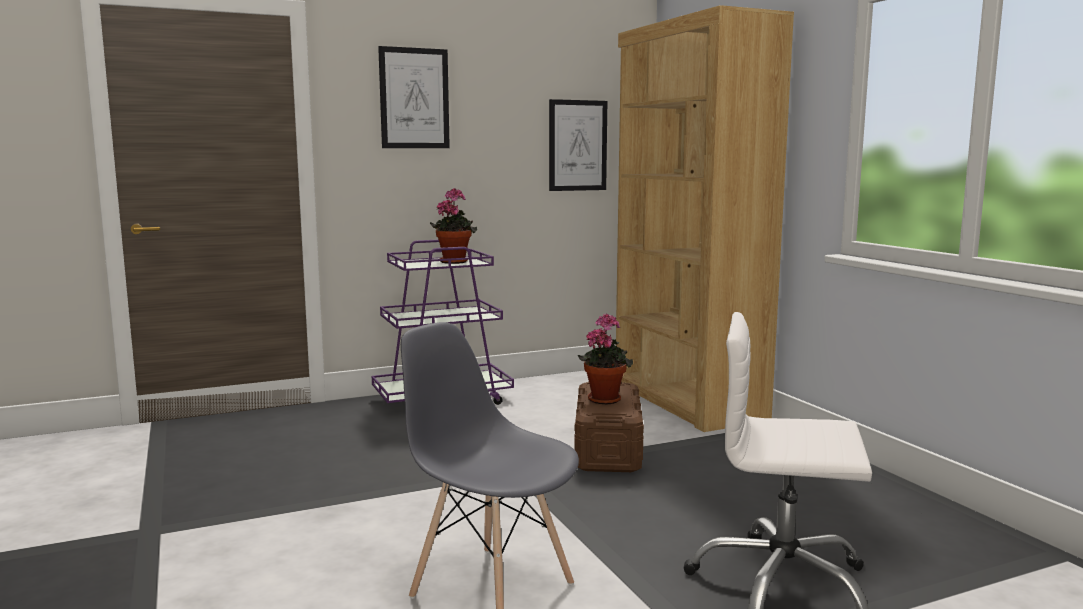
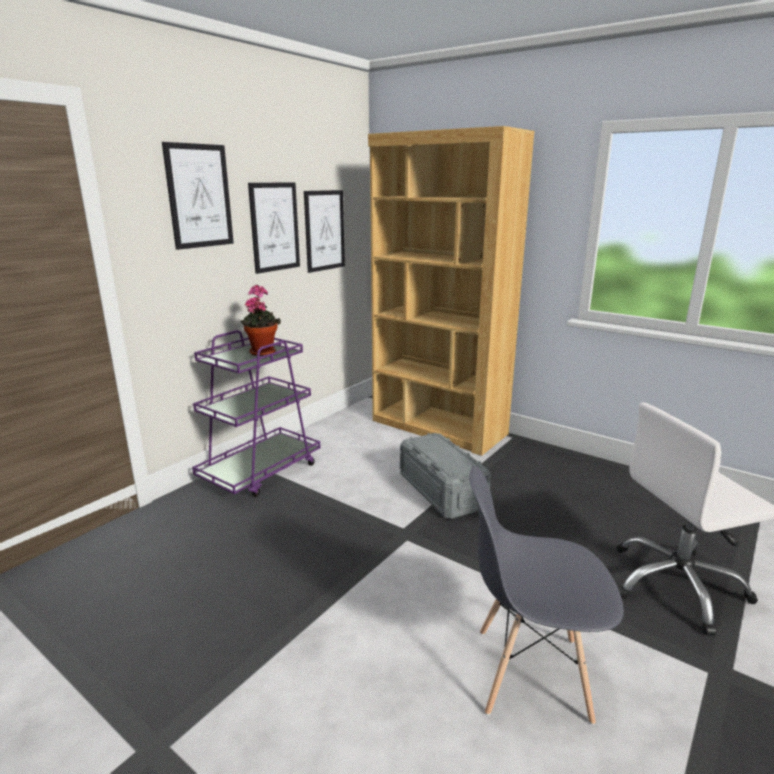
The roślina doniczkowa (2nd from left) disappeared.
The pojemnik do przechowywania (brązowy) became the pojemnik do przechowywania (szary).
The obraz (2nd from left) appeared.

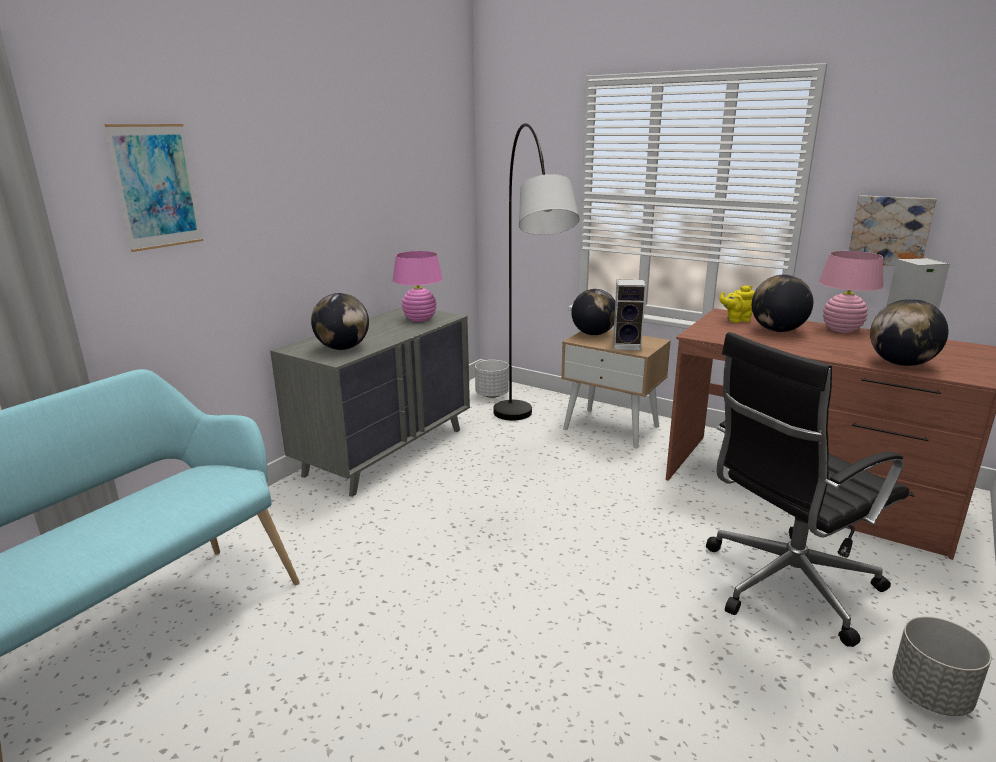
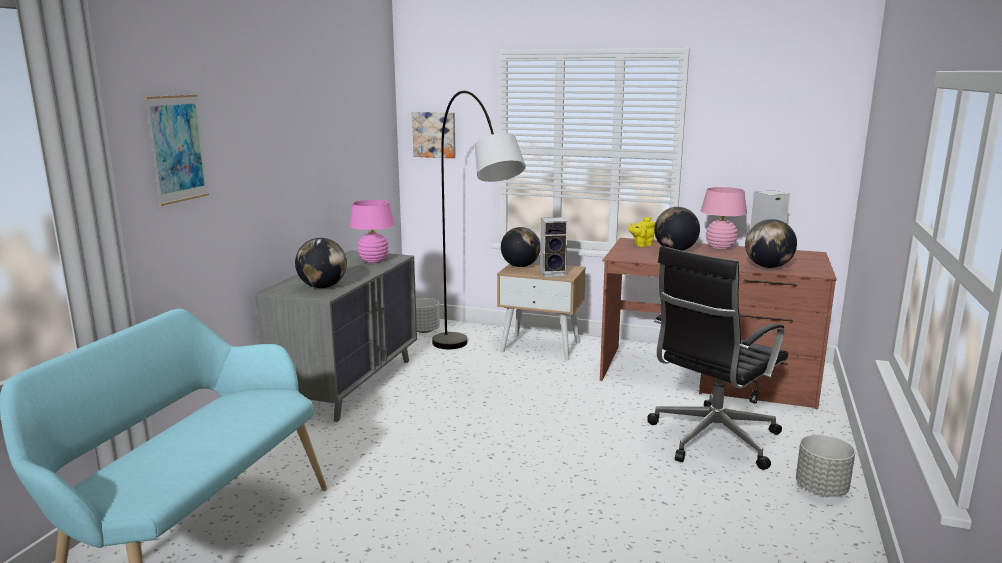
The obraz (2nd from left) moved.

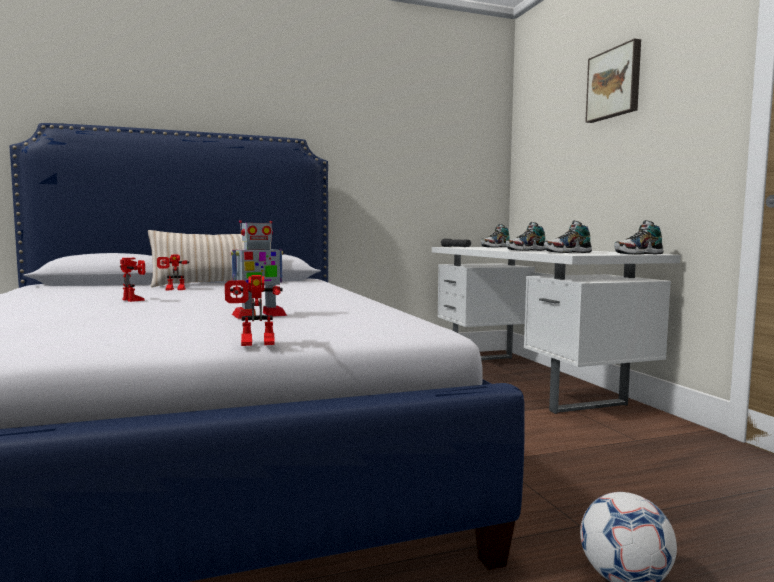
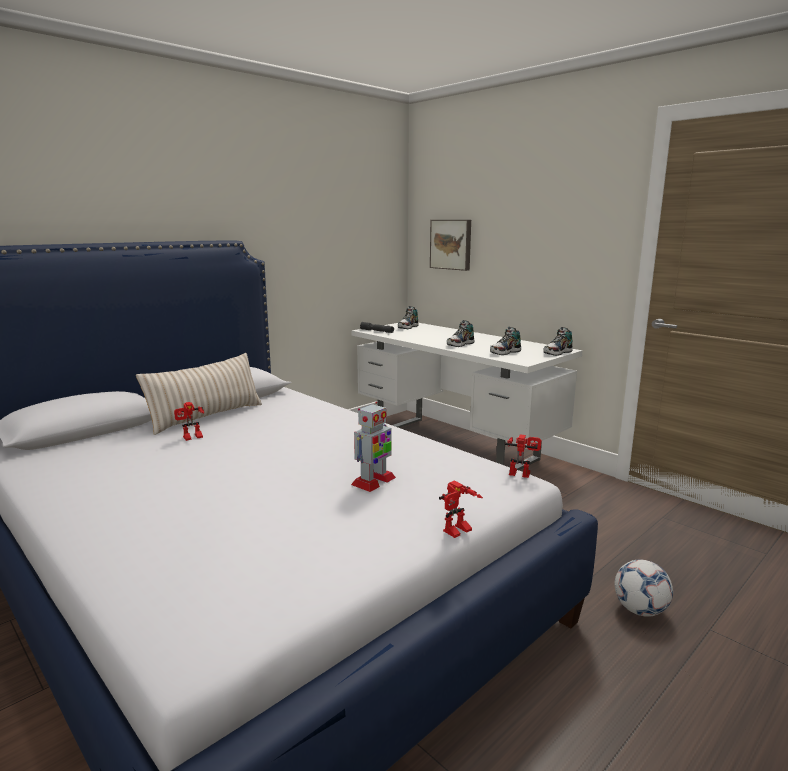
The obraz moved.
The robot zabawkowy (1st from left in the first image) moved.

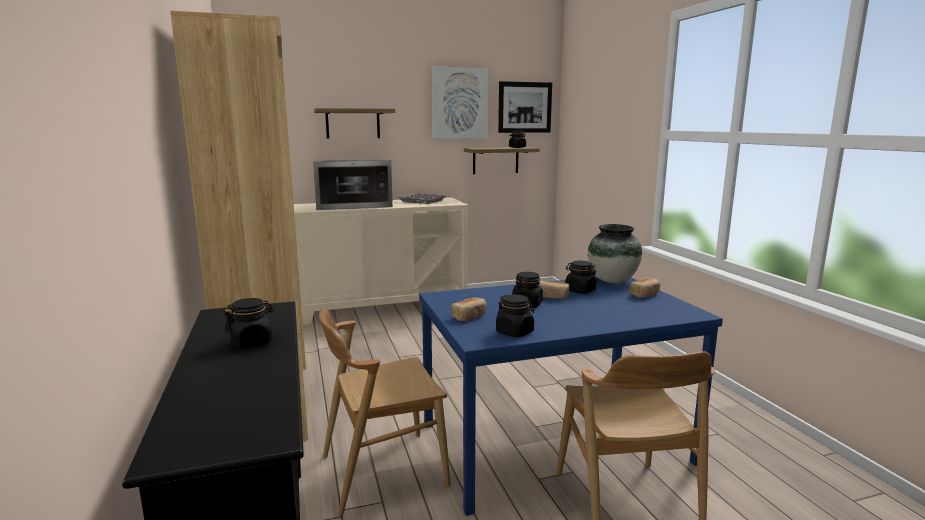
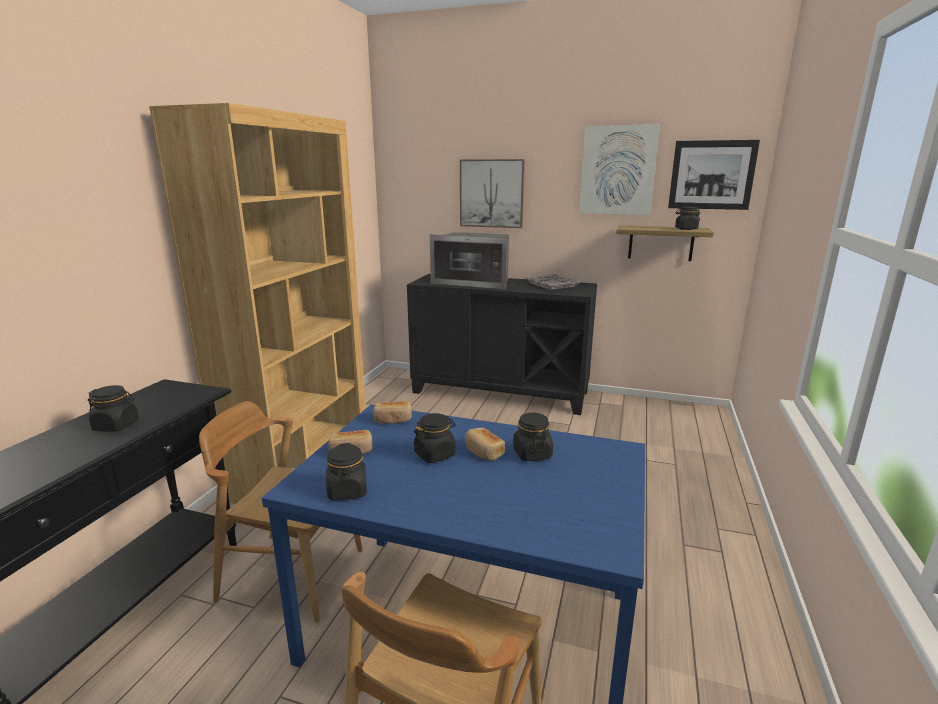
The półka (1st from left) was replaced by the obraz (1st from left).
The szafka (beżowy) became the szafka (czarny).
The wazon disappeared.
The chleb (3rd from left in the first image) moved.

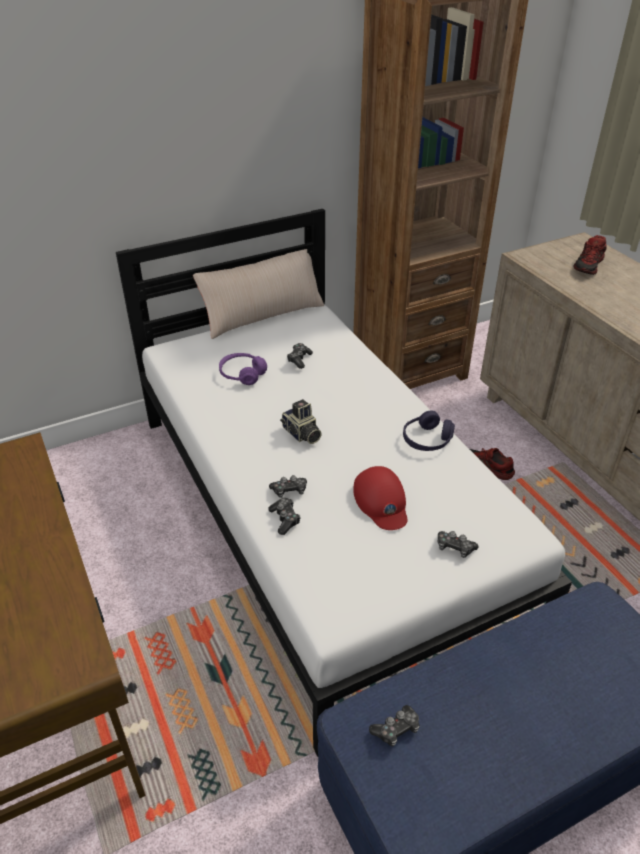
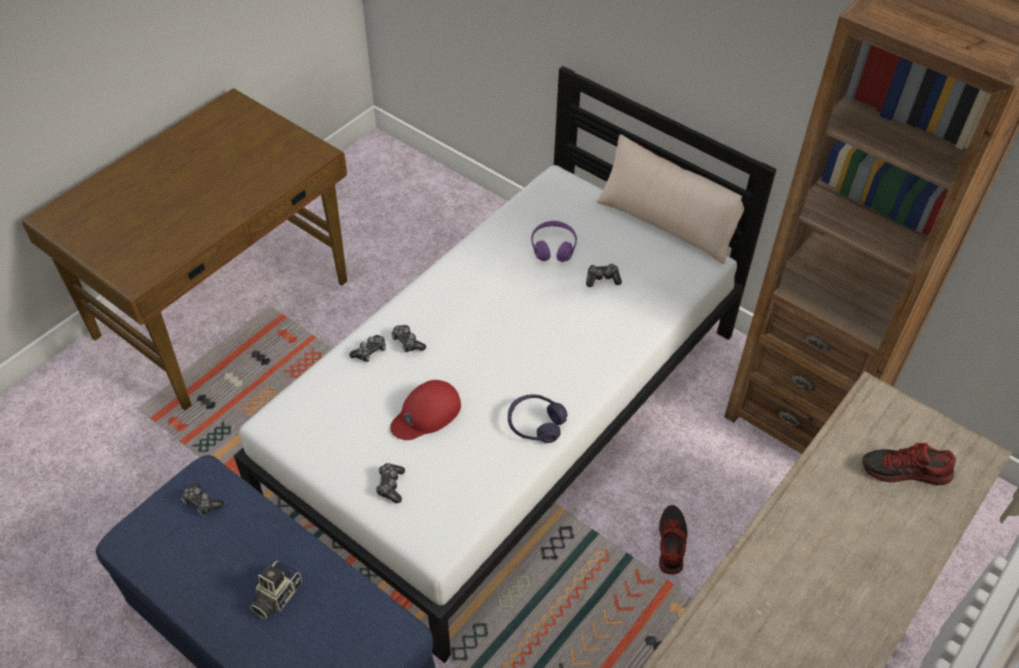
The aparat fotograficzny moved.

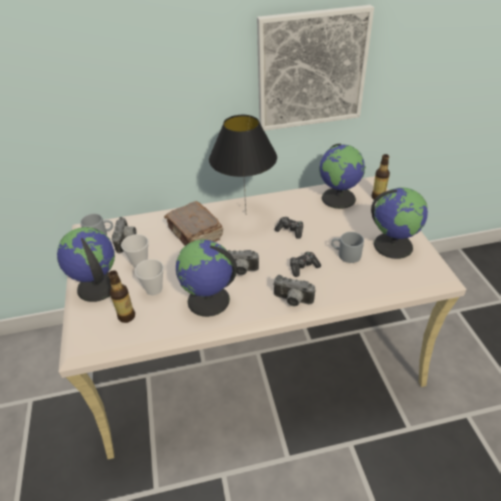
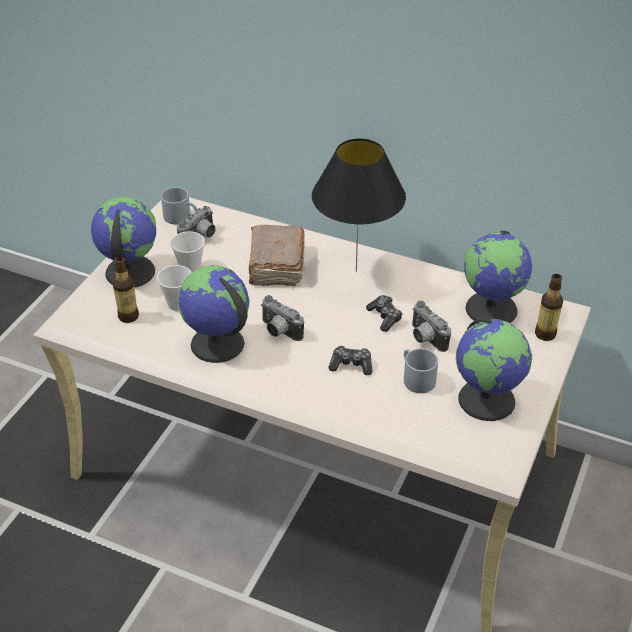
The obraz disappeared.
The aparat fotograficzny (3rd from left) moved.

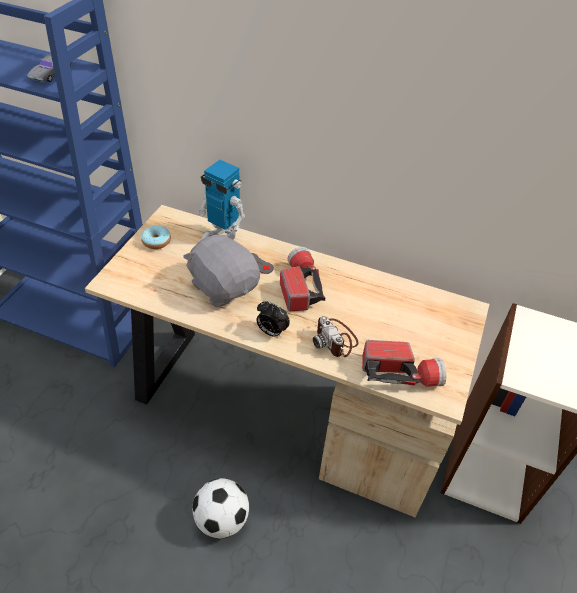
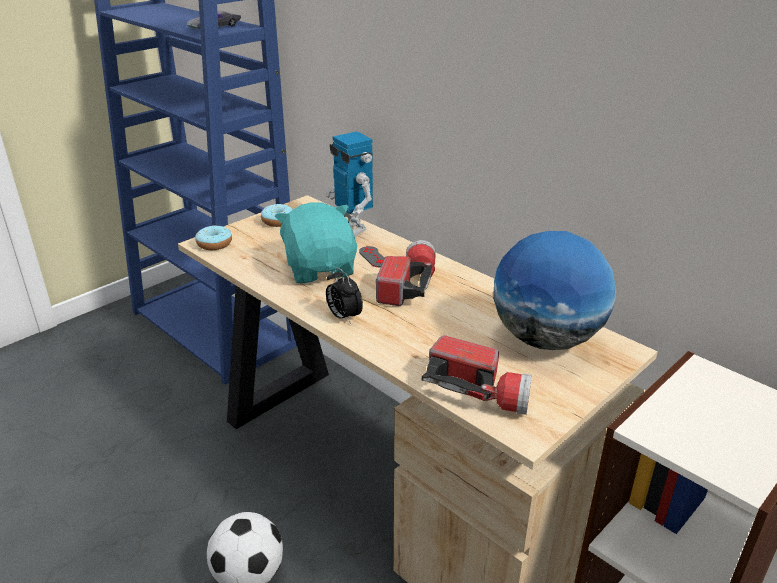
The pluszak (szary) became the pluszak (turkusowy).
The aparat fotograficzny disappeared.
The donut (1st from left) appeared.
The globus appeared.

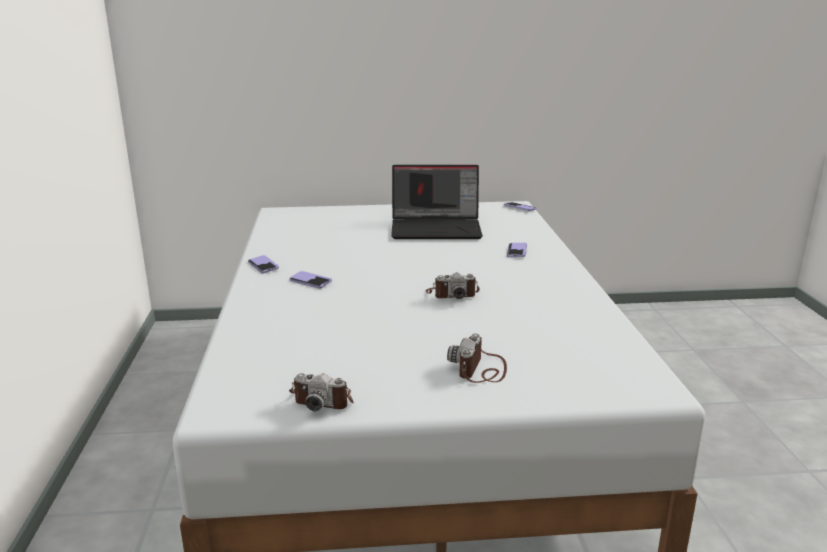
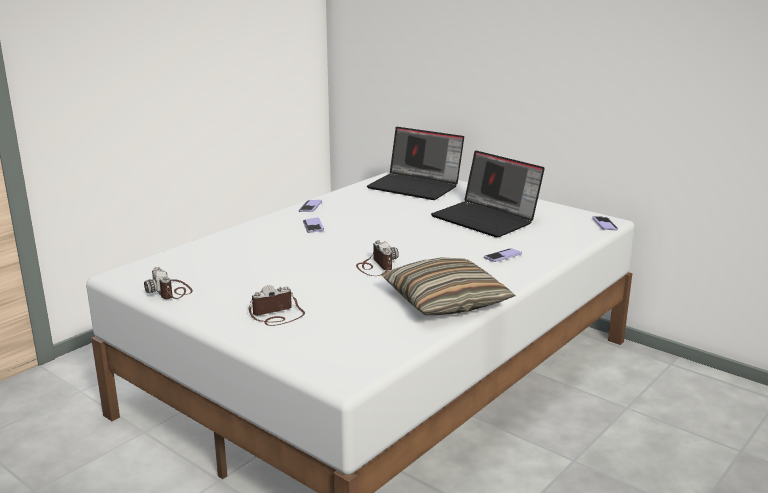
The aparat fotograficzny (2nd from left in the first image) turned 150 degrees counterclockwise.
The laptop (1st from left) appeared.
The poduszka appeared.

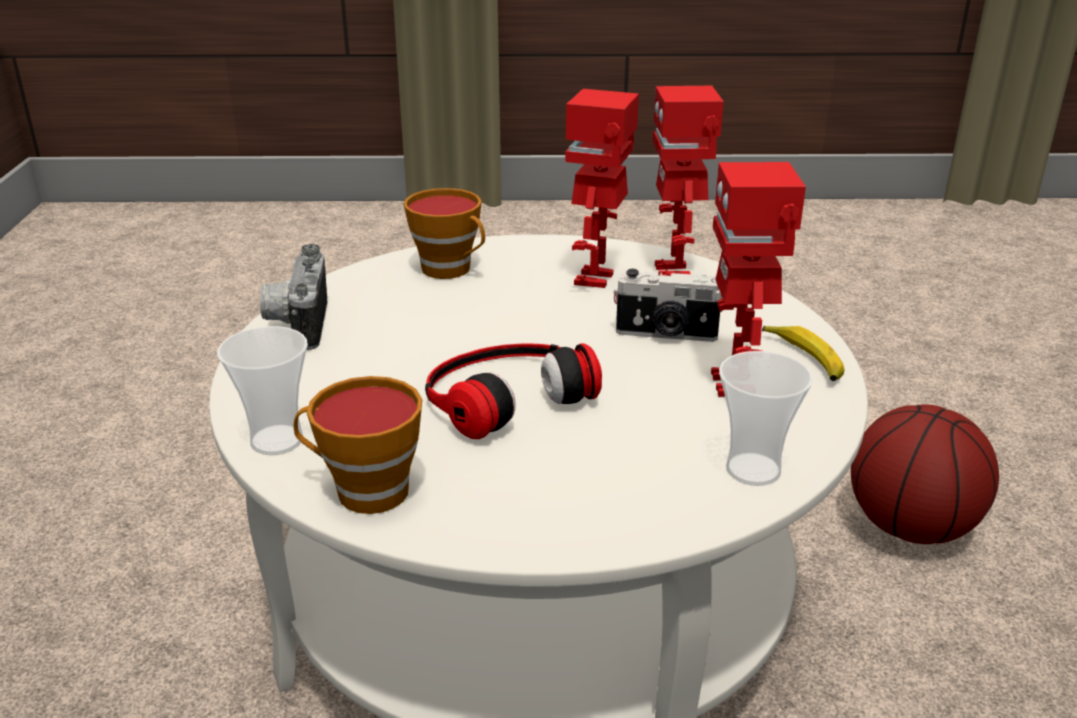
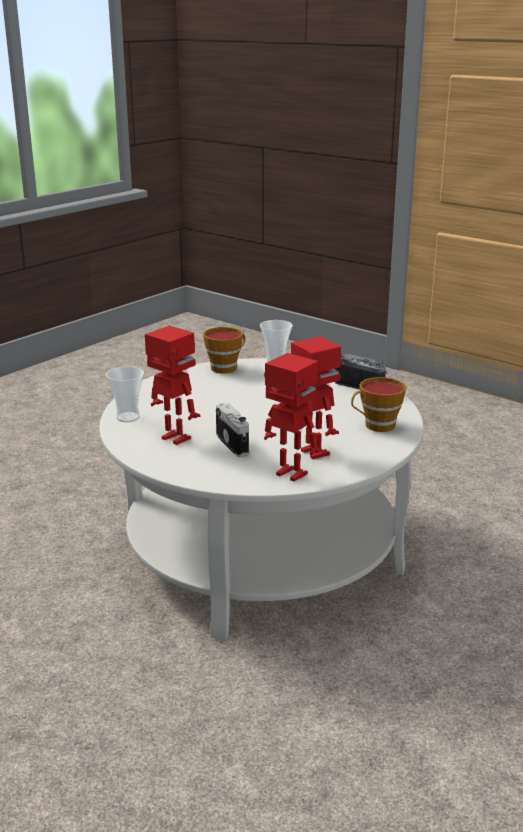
The aparat fotograficzny (2nd from left in the first image) turned 105 degrees clockwise.
The banan disappeared.
The słuchawki disappeared.
The piłka do koszykówki disappeared.

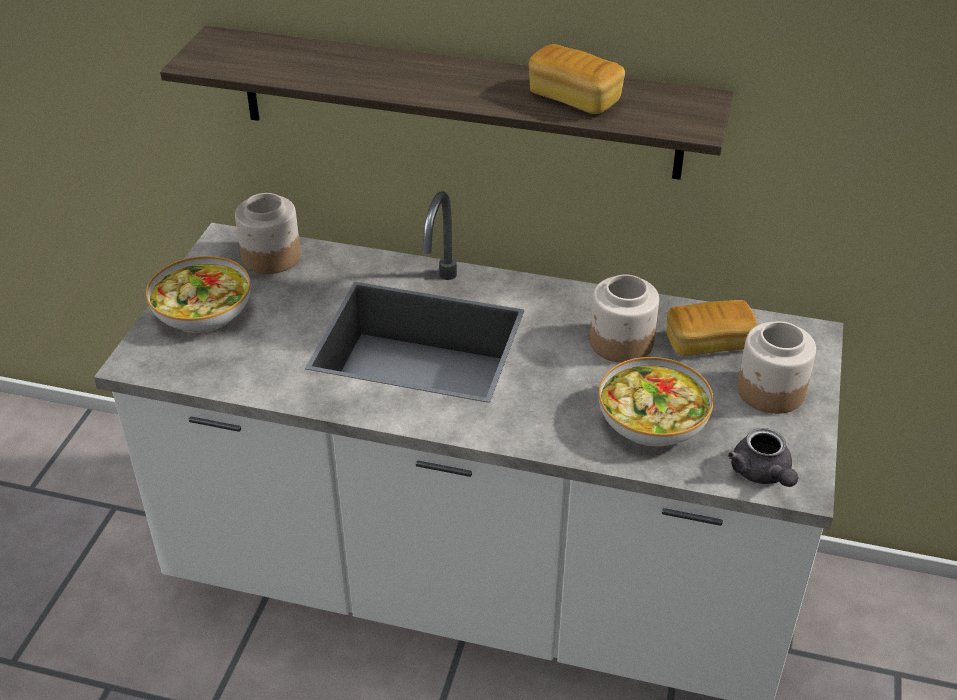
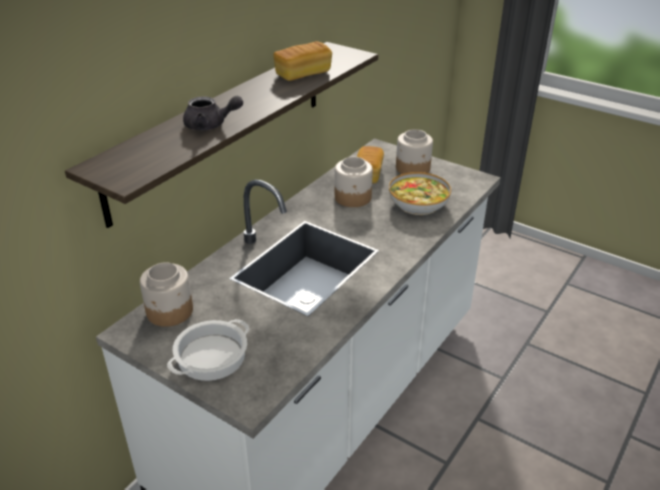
The miska (1st from left) was replaced by the garnek.
The imbryk (szary) moved.

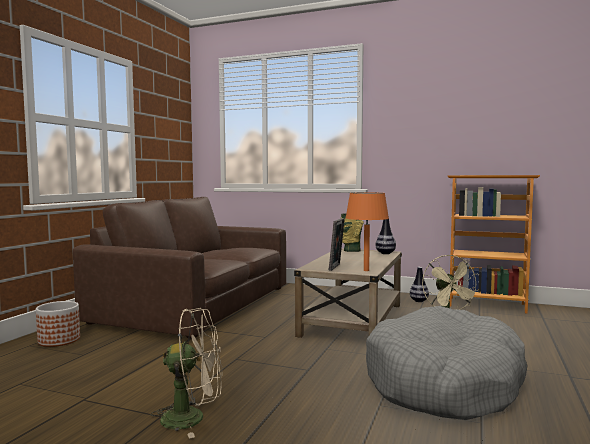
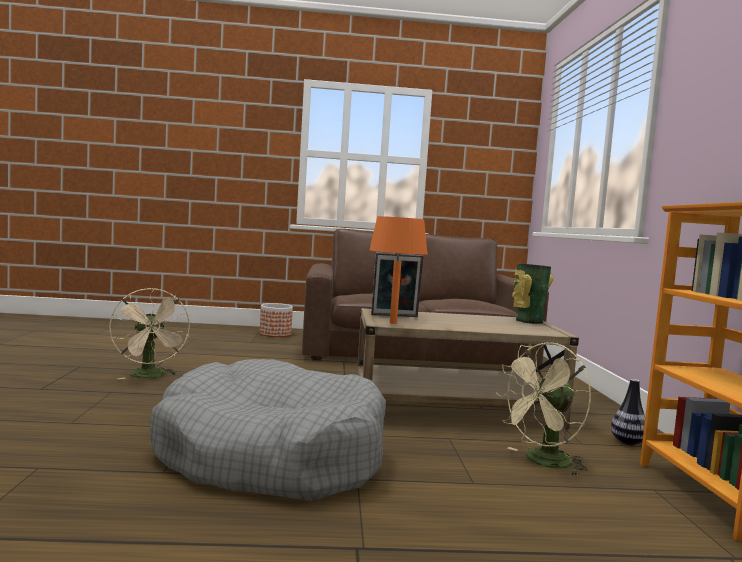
The wazon (2nd from left) disappeared.

